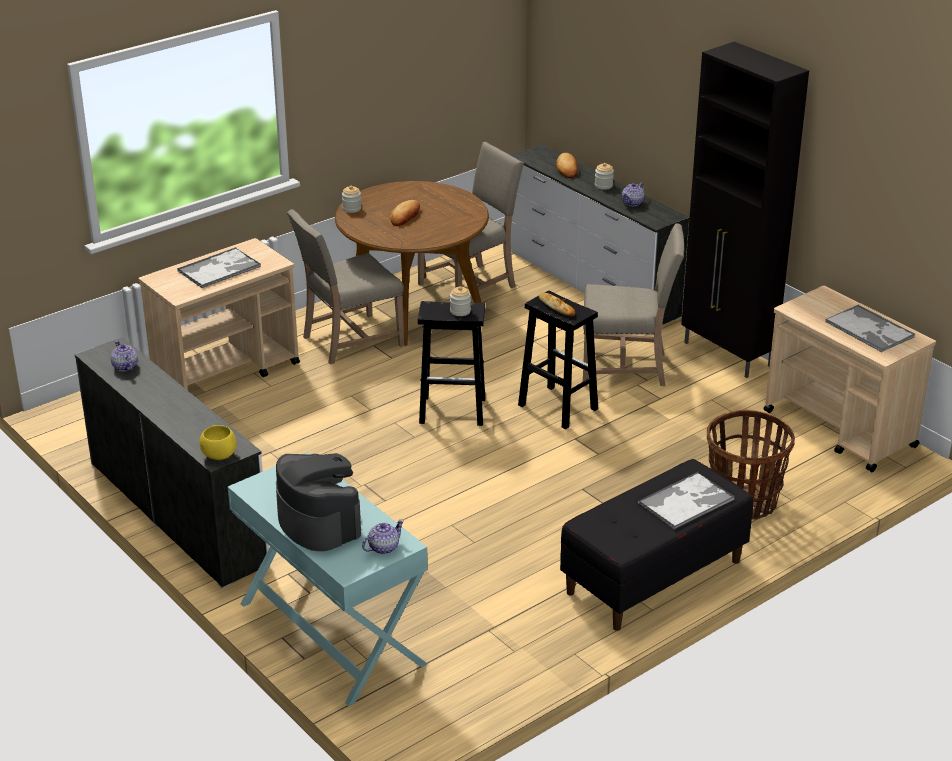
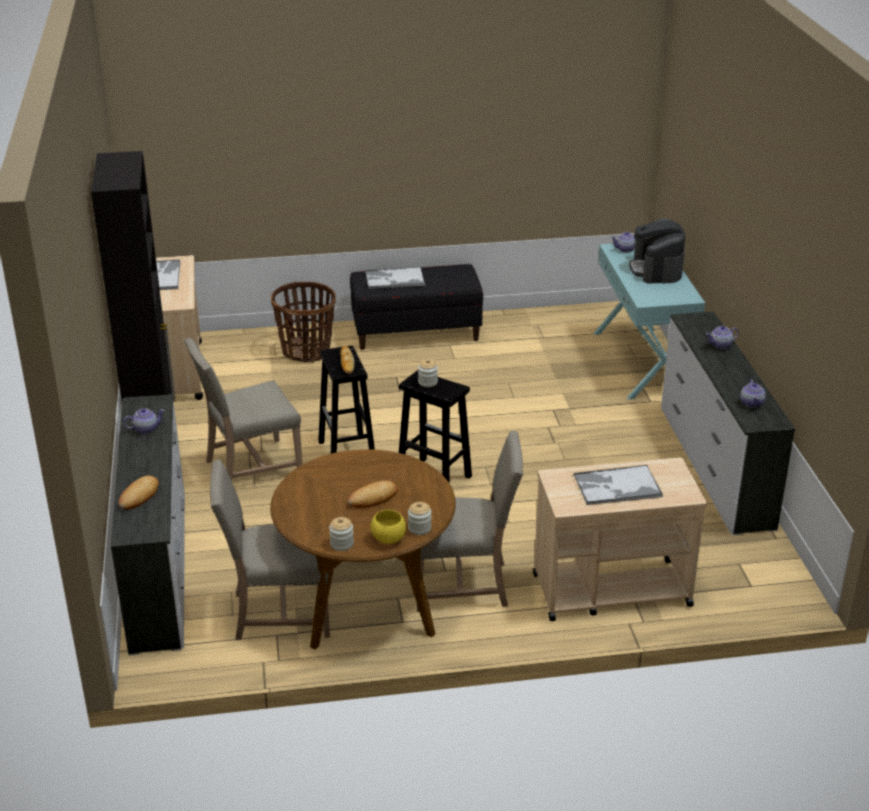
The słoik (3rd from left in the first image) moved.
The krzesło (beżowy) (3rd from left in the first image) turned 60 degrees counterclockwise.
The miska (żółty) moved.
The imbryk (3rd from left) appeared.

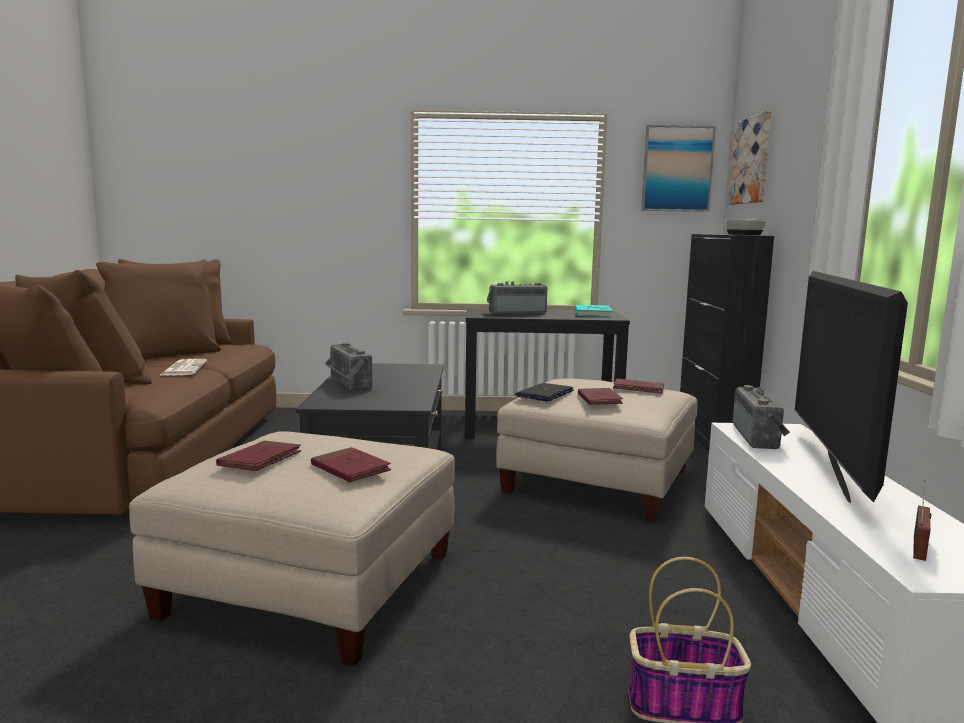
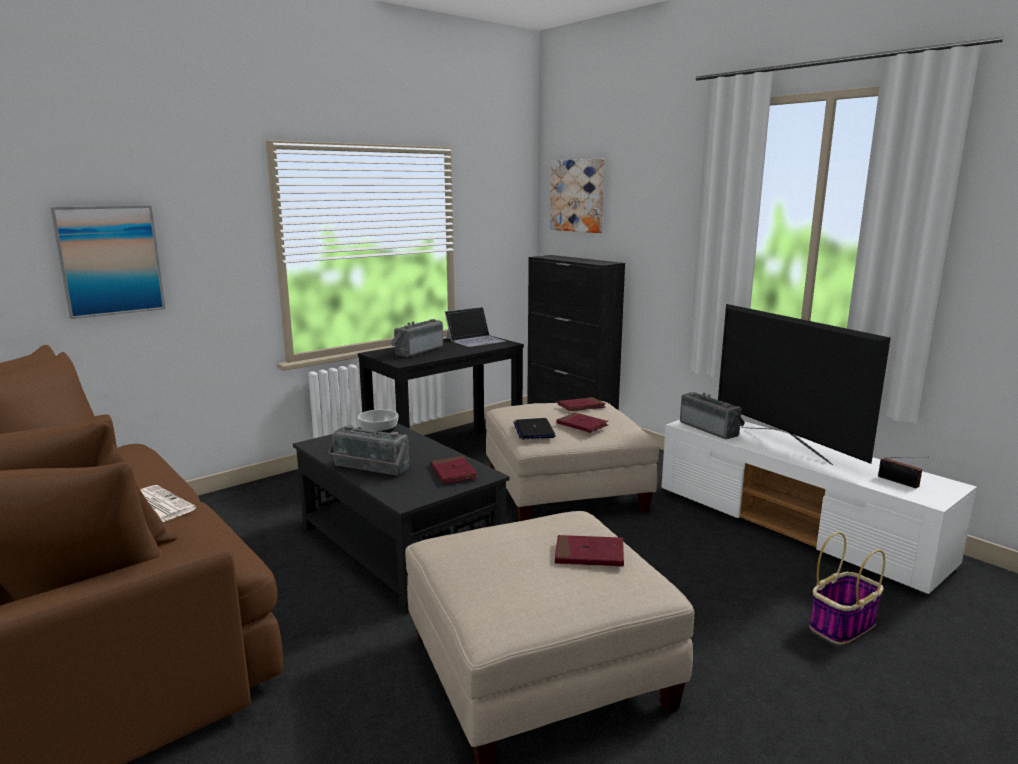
The obraz (1st from left) moved.
The miska moved.
The książka (turkusowy) was replaced by the laptop (1st from left).
The książka (czerwony) (1st from left) moved.
The radio (4th from left) turned 150 degrees clockwise.

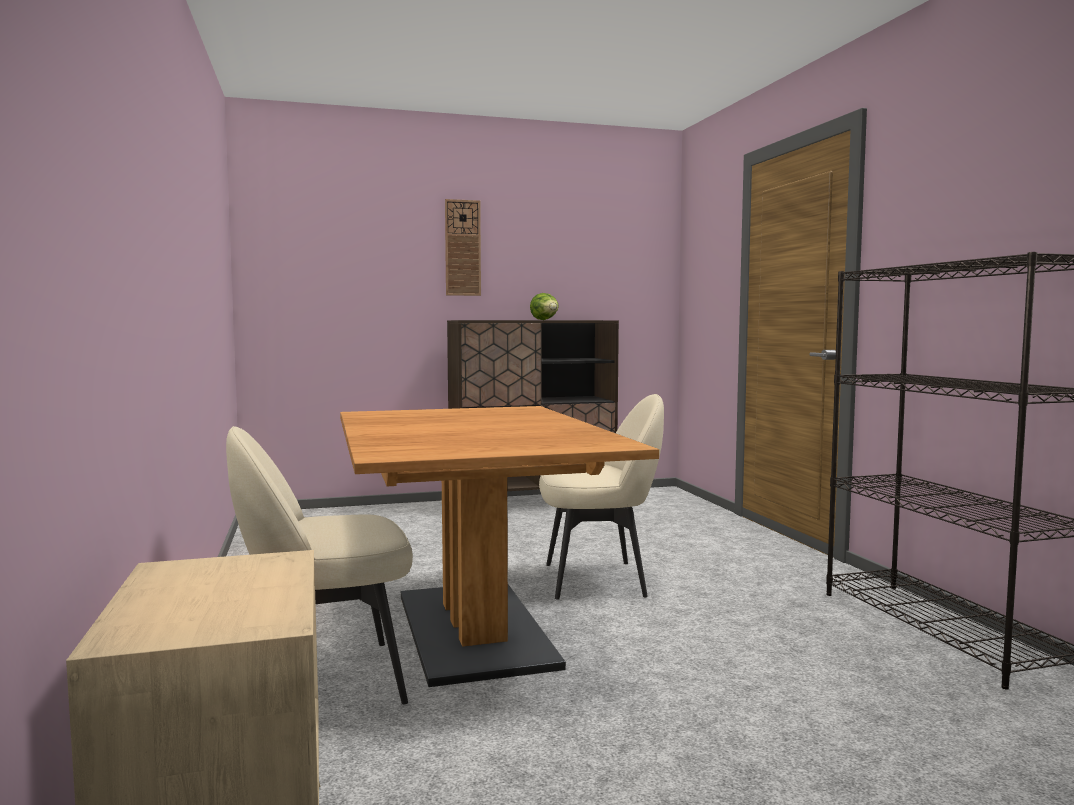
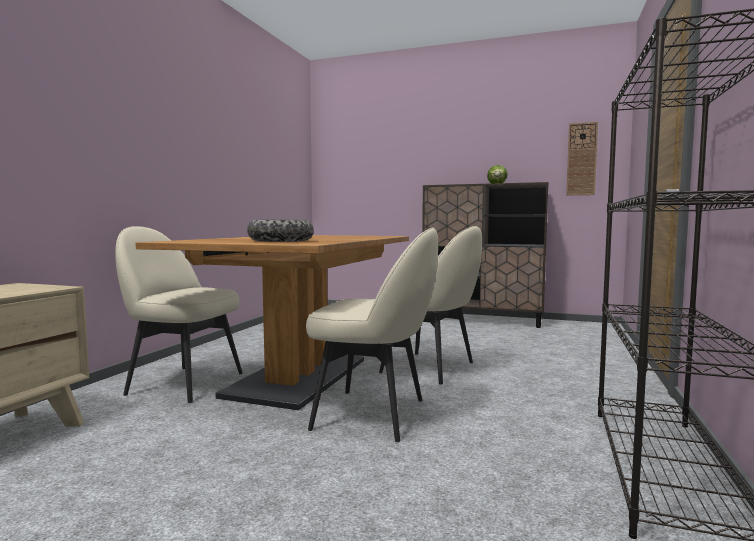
The zegar ścienny moved.
The miska appeared.
The krzesło (beżowy) (2nd from left) appeared.

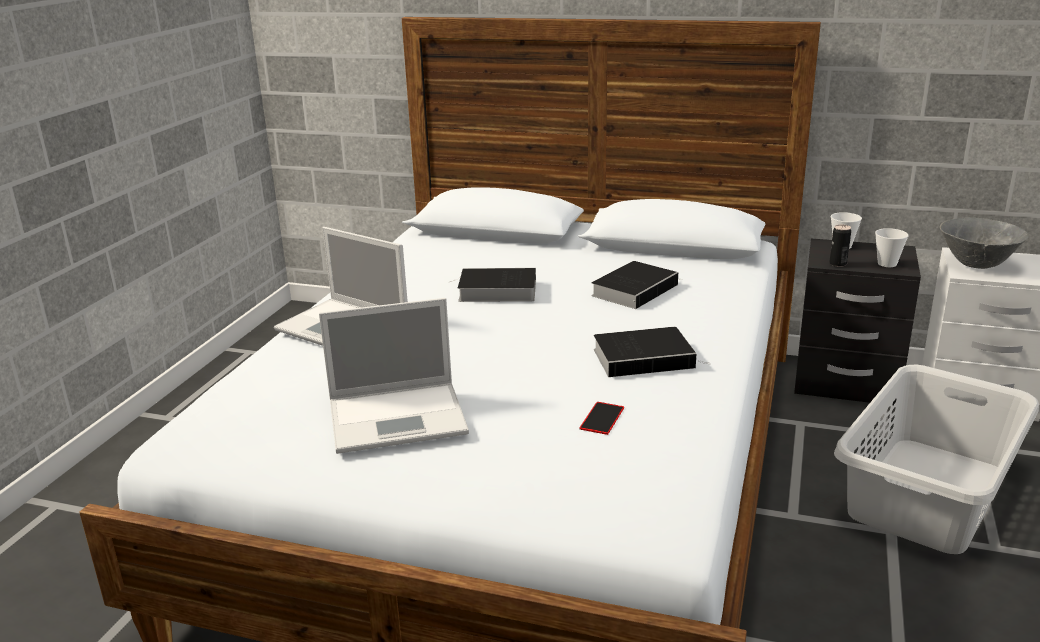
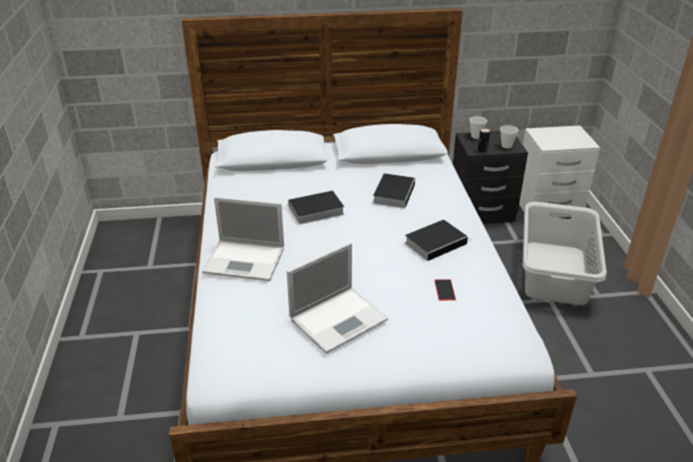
The miska (szary) disappeared.

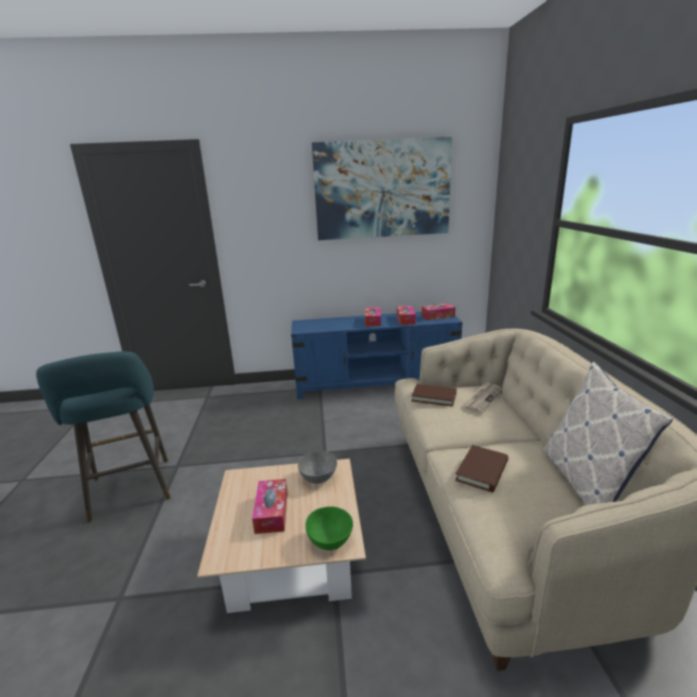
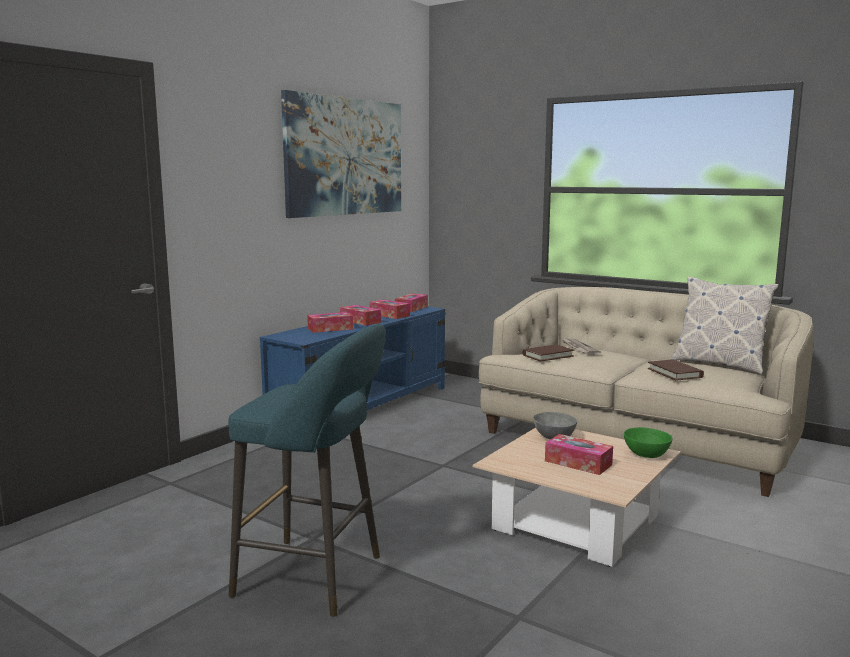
The pudełko chusteczek (1st from left) appeared.

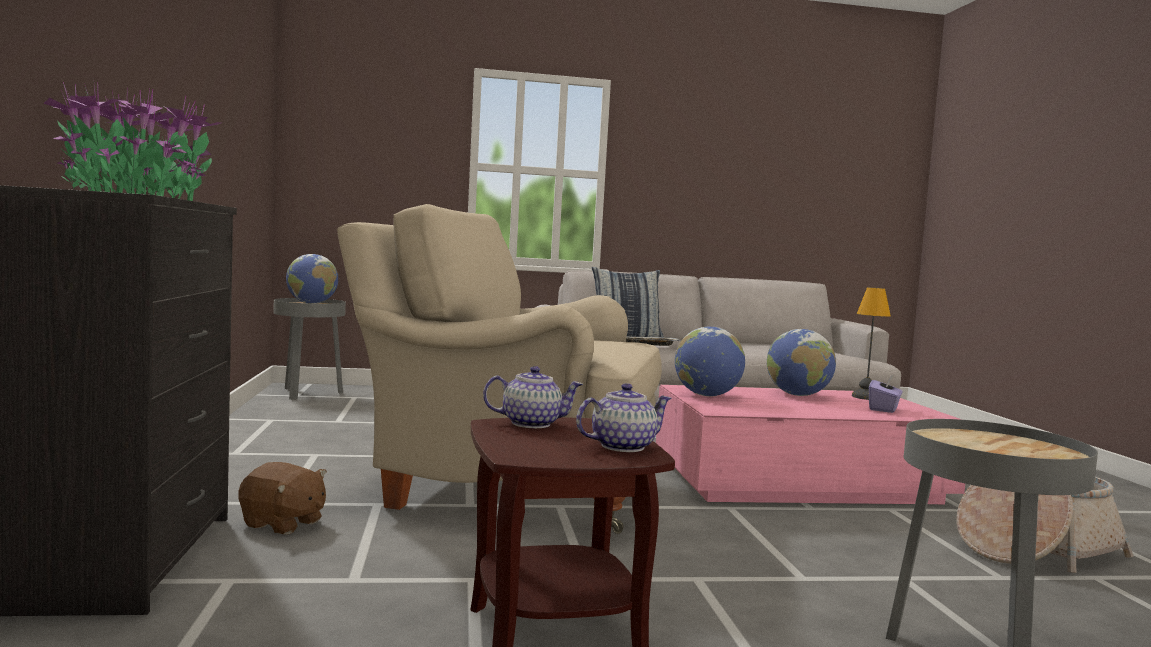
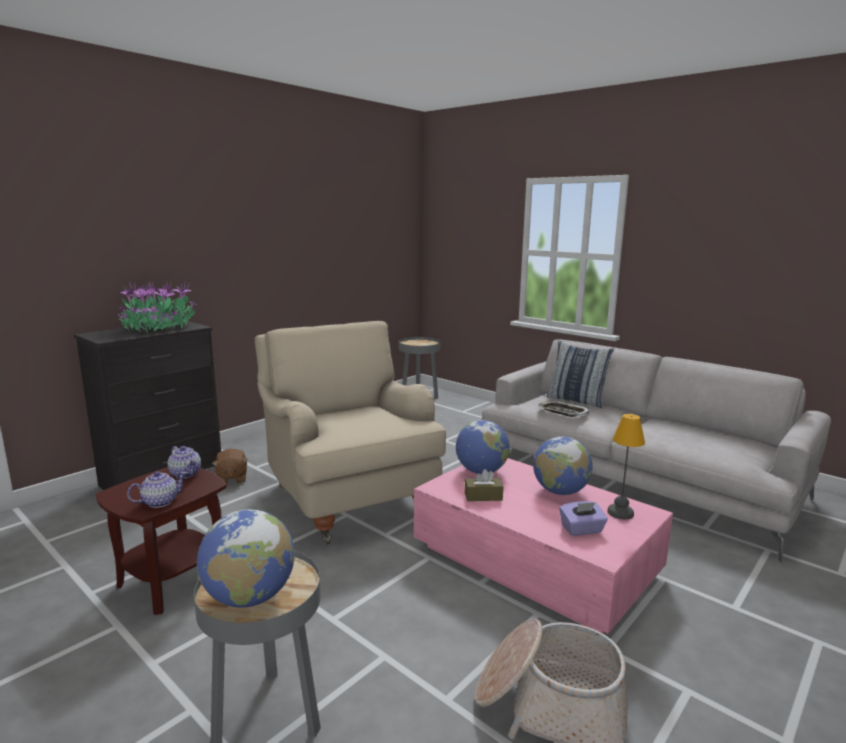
The globus (1st from left) moved.
The imbryk (2nd from left in the first image) turned 60 degrees counterclockwise.
The pudełko chusteczek (brązowy) appeared.

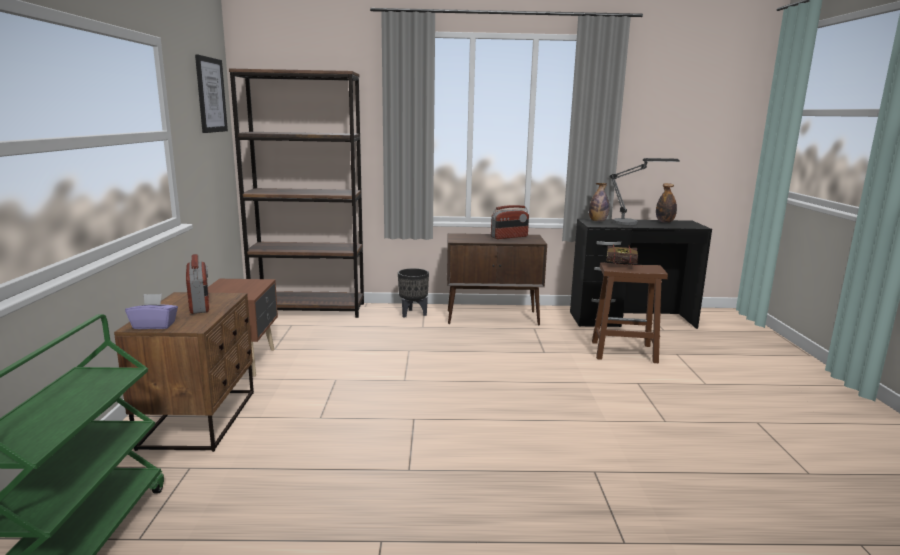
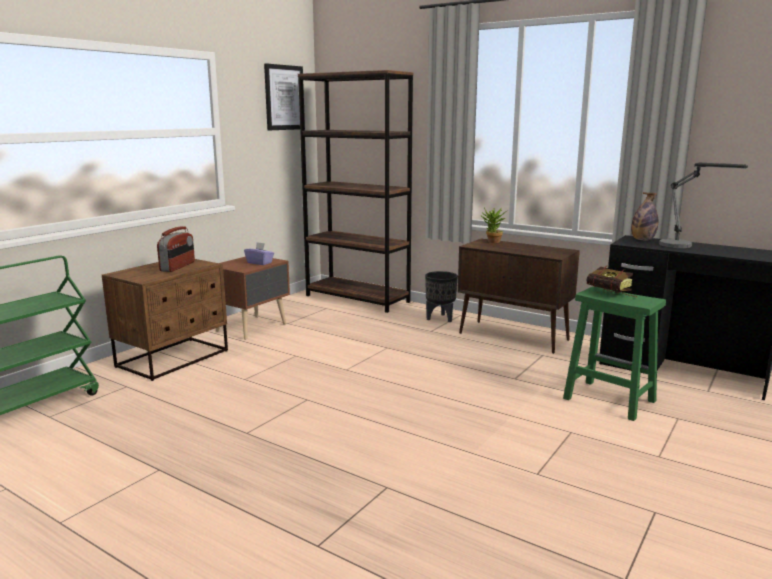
The butelka (2nd from left) disappeared.
The radio (2nd from left) disappeared.
The stołek (brązowy) became the stołek (zielony).
The pudełko chusteczek (fioletowy) moved.
The roślina doniczkowa appeared.

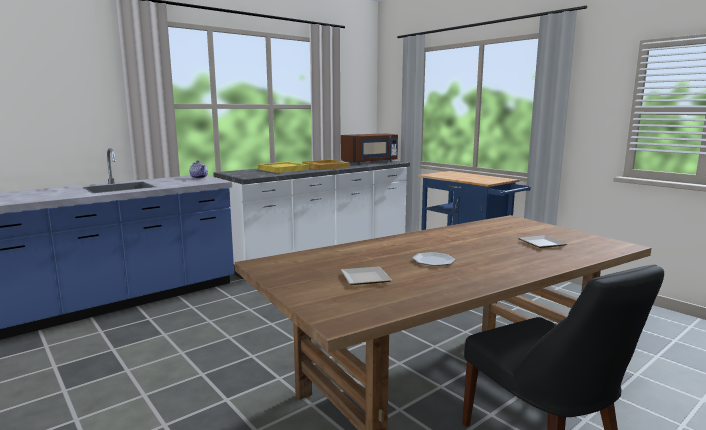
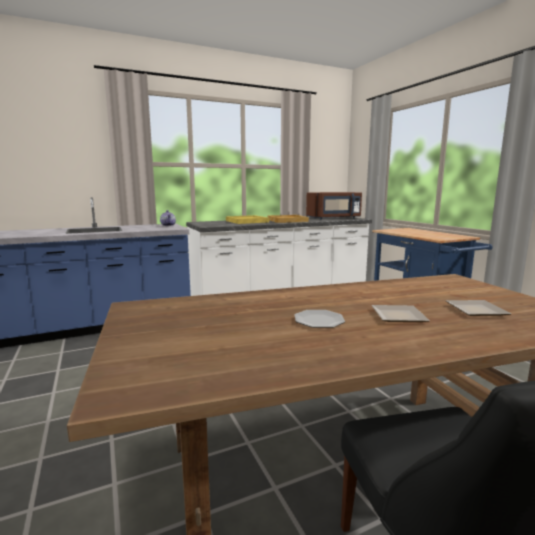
The talerz (1st from left in the first image) moved.

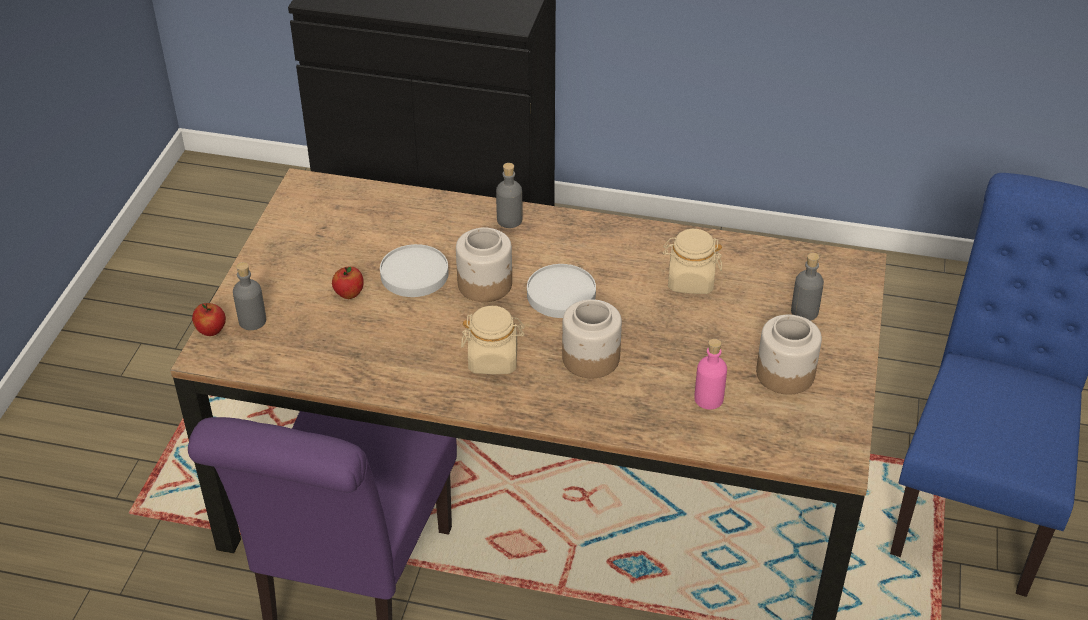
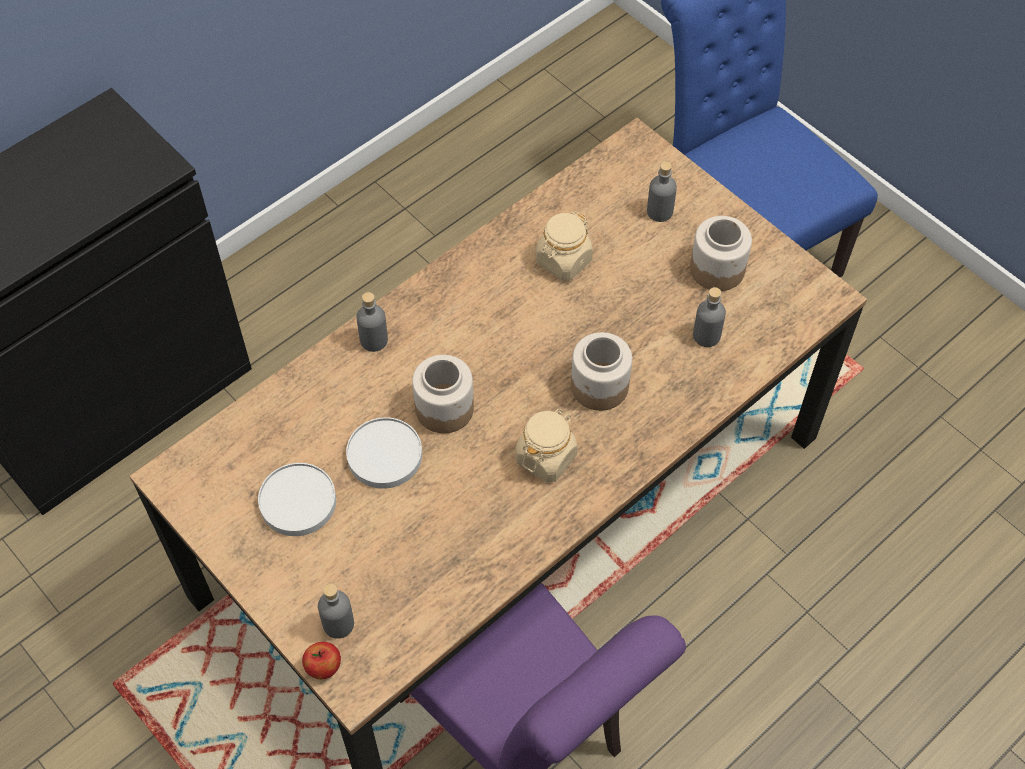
The talerz (biały) (2nd from left in the first image) moved.
The jabłko (2nd from left) disappeared.
The butelka (różowy) became the butelka (szary) (4th from left).

